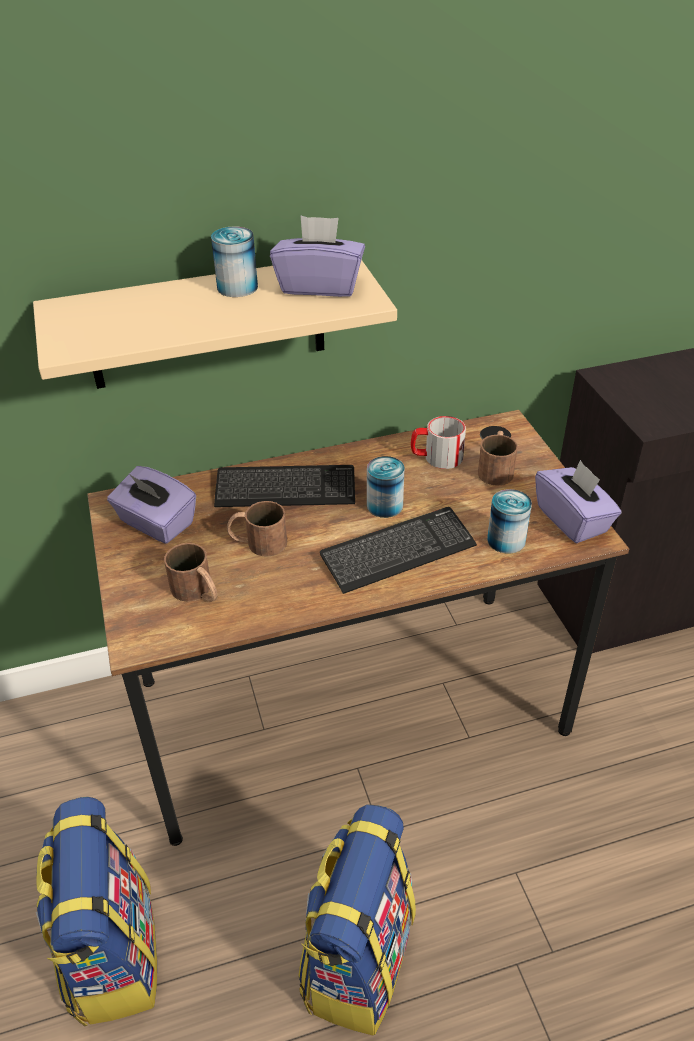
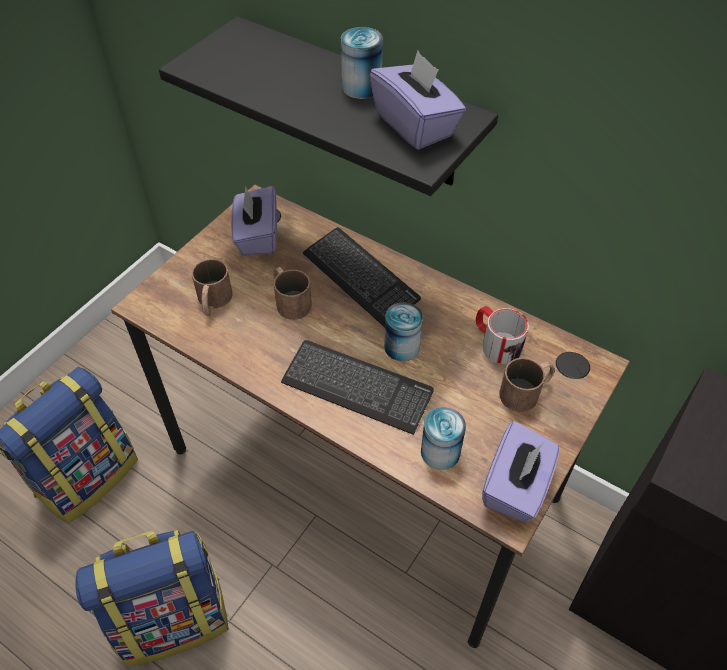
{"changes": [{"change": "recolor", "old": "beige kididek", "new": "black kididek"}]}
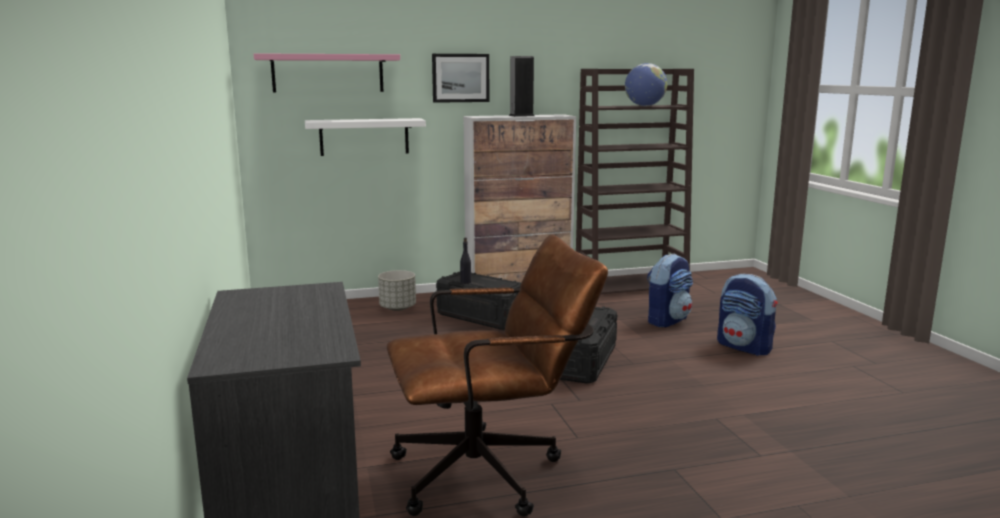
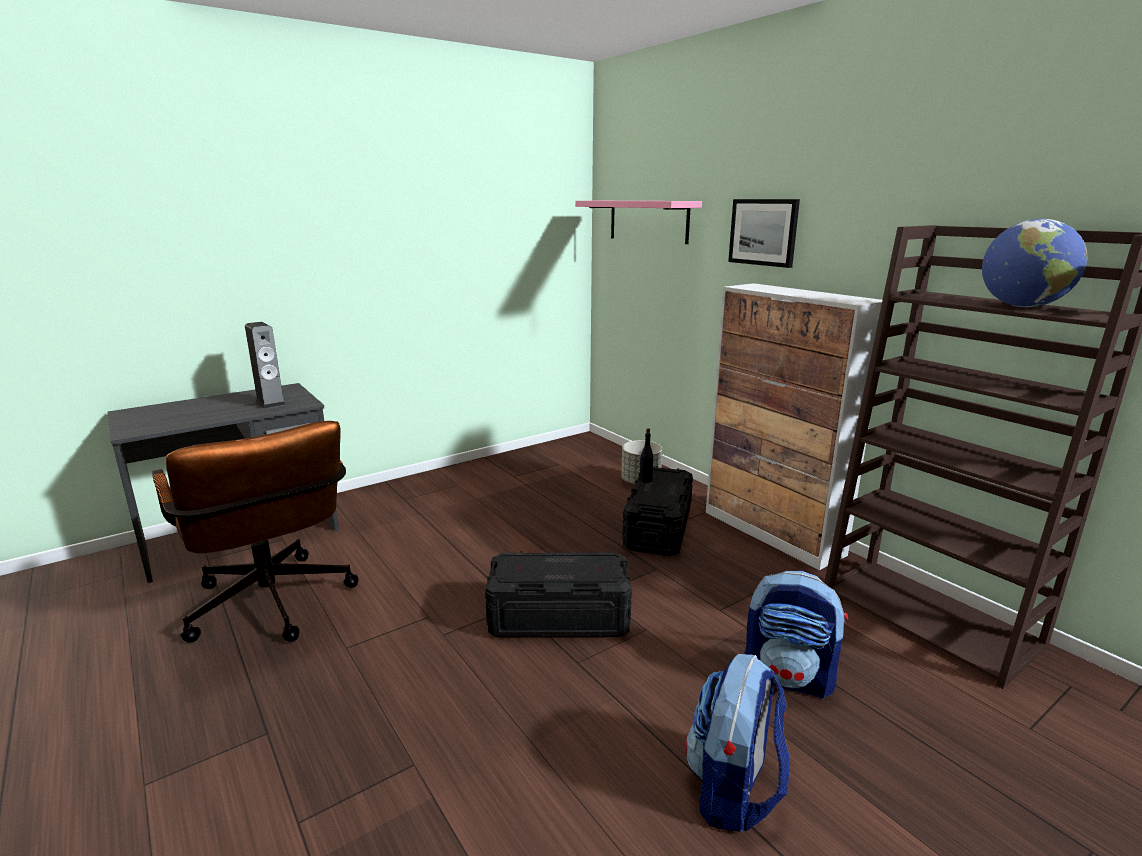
{"changes": [{"change": "delete", "old": "white kididek"}, {"change": "move", "old": "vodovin"}]}
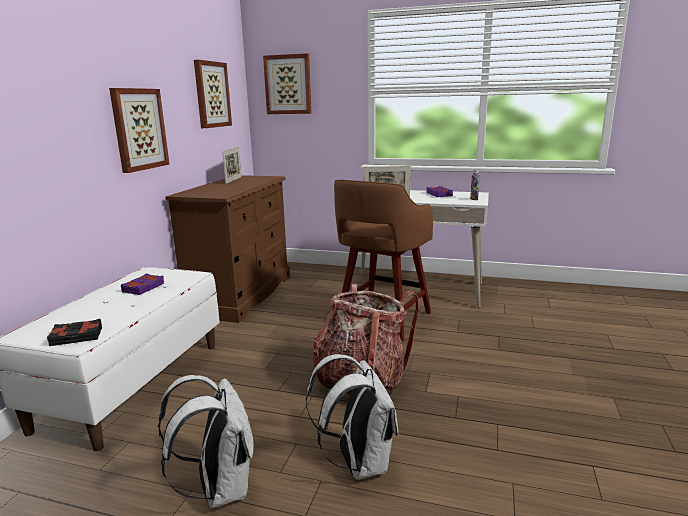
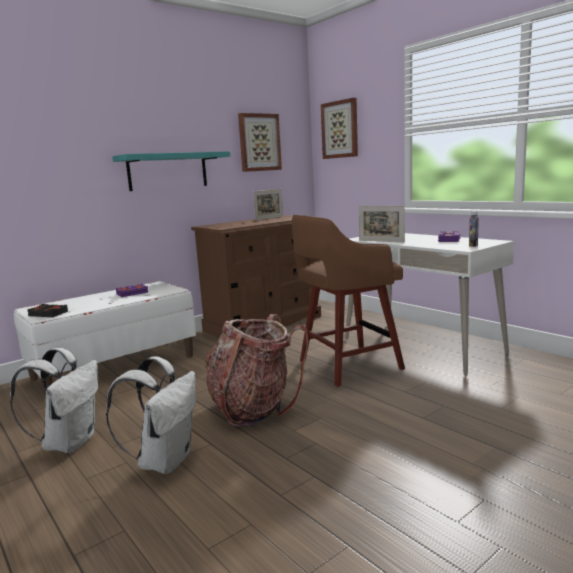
{"changes": [{"change": "replace", "old": "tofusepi (1st from left)", "new": "turquoise kididek"}]}
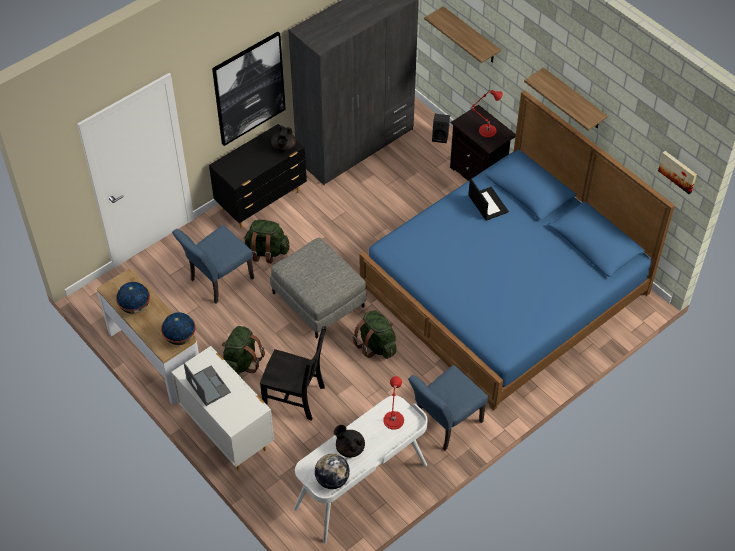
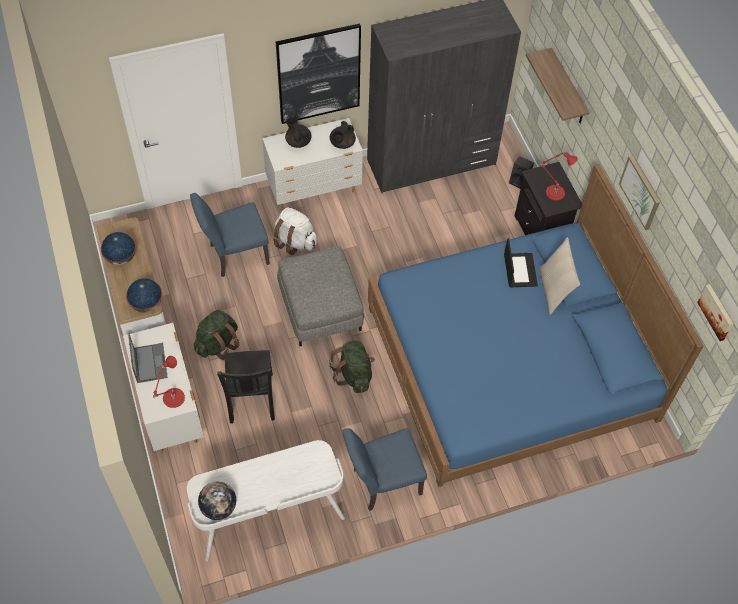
{"changes": [{"change": "recolor", "old": "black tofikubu", "new": "white tofikubu (2nd from left)"}, {"change": "recolor", "old": "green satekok (2nd from left)", "new": "white satekok"}, {"change": "rotate", "old": "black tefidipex", "degrees": 45}, {"change": "move", "old": "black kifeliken (2nd from left in the first image)", "new": "black kifeliken (1st from left)"}, {"change": "move", "old": "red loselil (1st from left)"}, {"change": "replace", "old": "kididek (2nd from left)", "new": "tofusepi (2nd from left)"}, {"change": "insert", "new": "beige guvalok"}]}
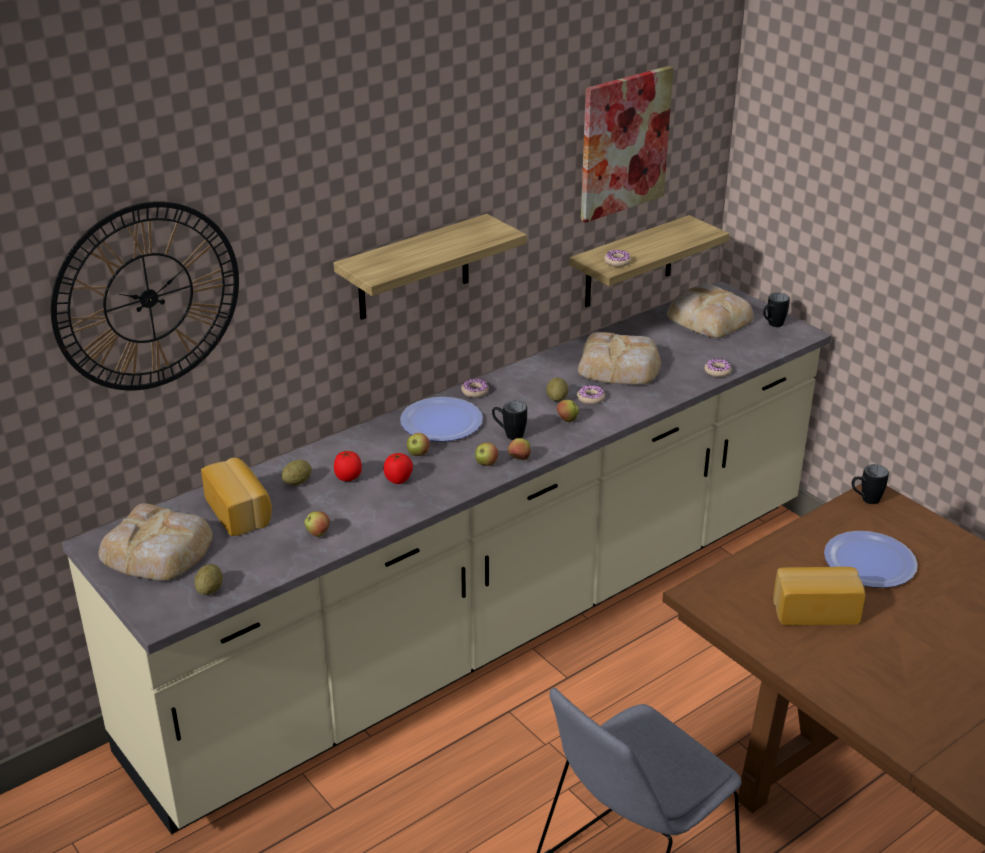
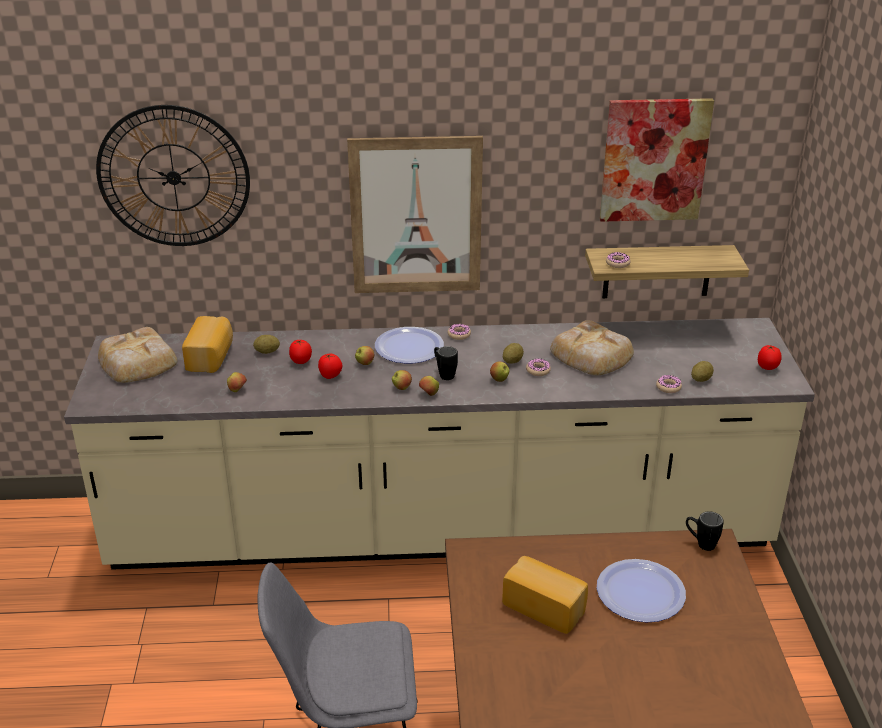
{"changes": [{"change": "move", "old": "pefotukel (1st from left in the first image)", "new": "pefotukel (3rd from left)"}, {"change": "replace", "old": "kididek (1st from left)", "new": "tofusepi (1st from left)"}, {"change": "delete", "old": "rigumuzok (4th from left)"}, {"change": "replace", "old": "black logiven (2nd from left)", "new": "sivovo (3rd from left)"}]}
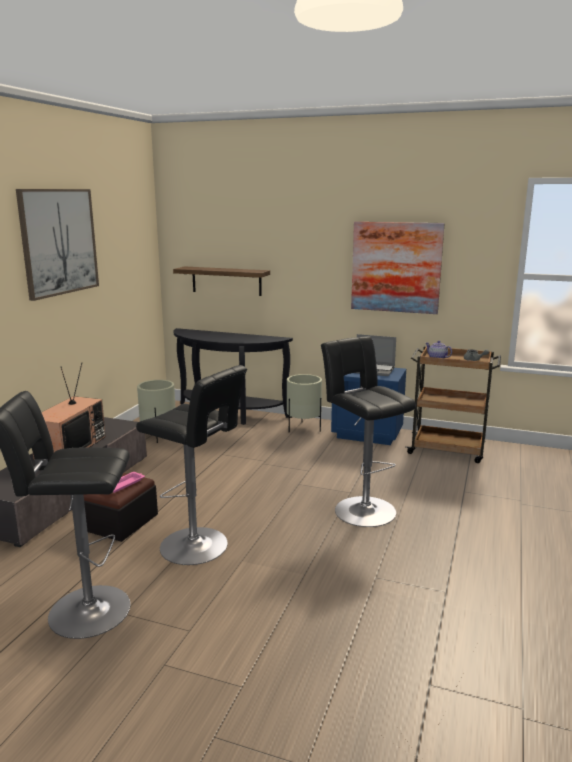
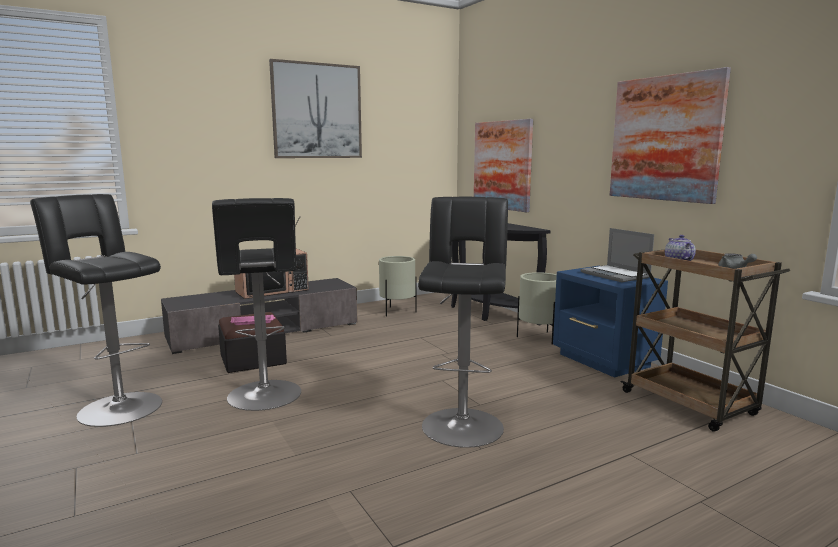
{"changes": [{"change": "replace", "old": "kididek", "new": "tofusepi (2nd from left)"}]}
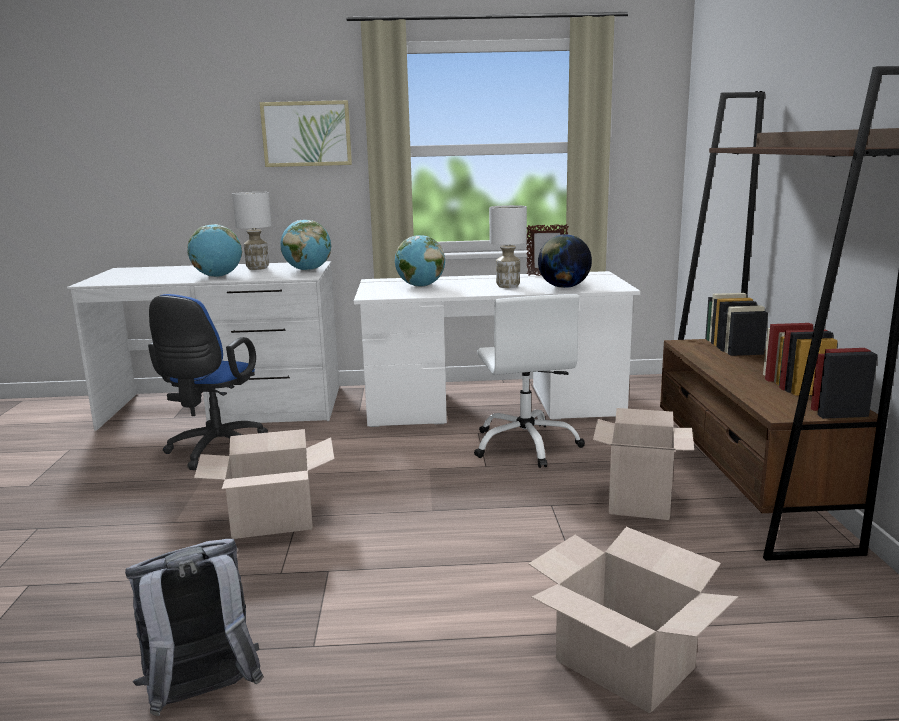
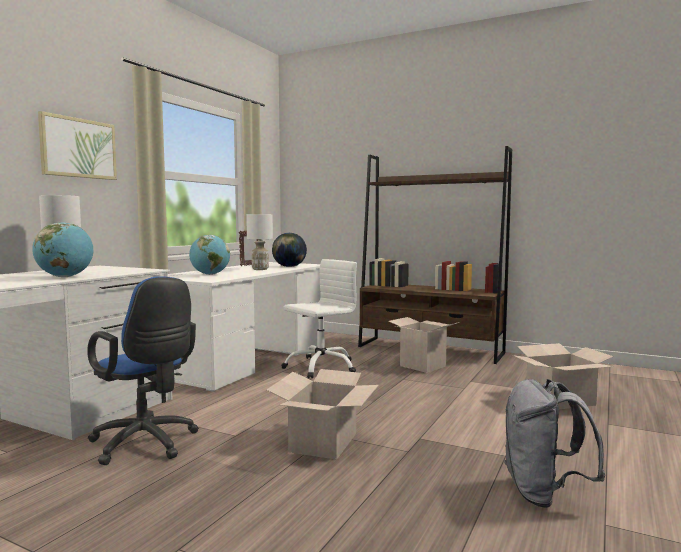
{"changes": [{"change": "delete", "old": "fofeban (2nd from left)"}, {"change": "rotate", "old": "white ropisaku", "degrees": -60}]}
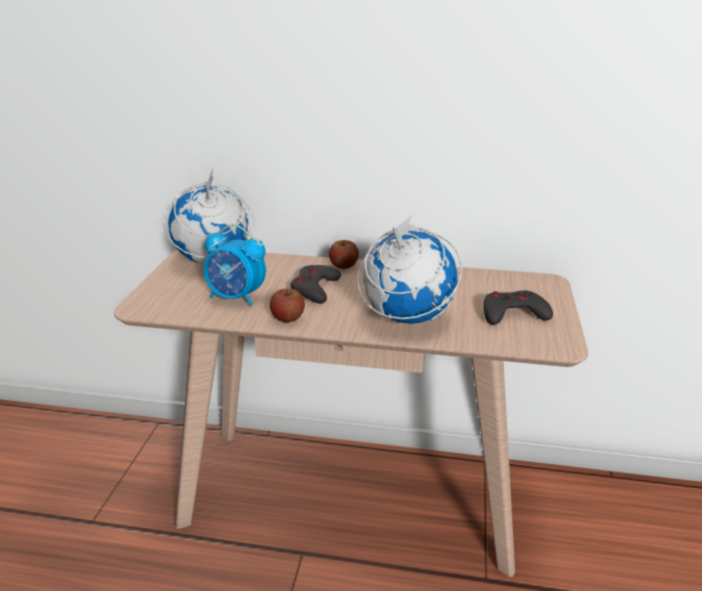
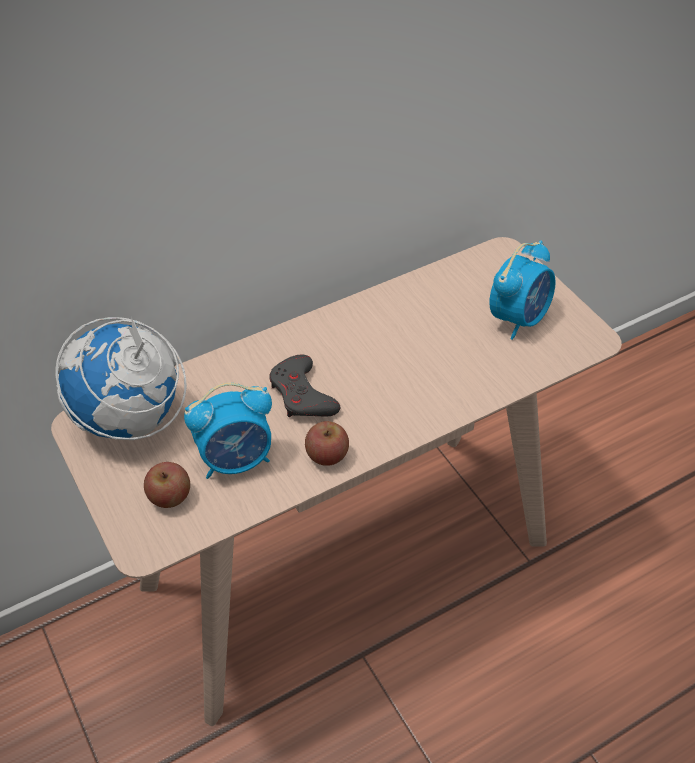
{"changes": [{"change": "move", "old": "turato (2nd from left in the first image)", "new": "turato (1st from left)"}, {"change": "delete", "old": "fofeban (2nd from left)"}, {"change": "replace", "old": "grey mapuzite (2nd from left)", "new": "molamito (2nd from left)"}]}
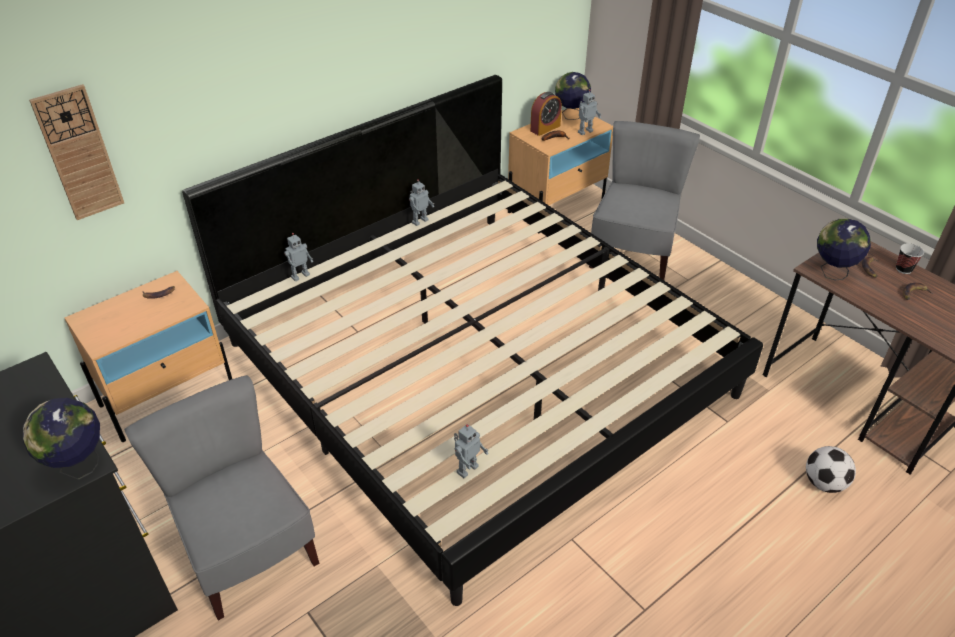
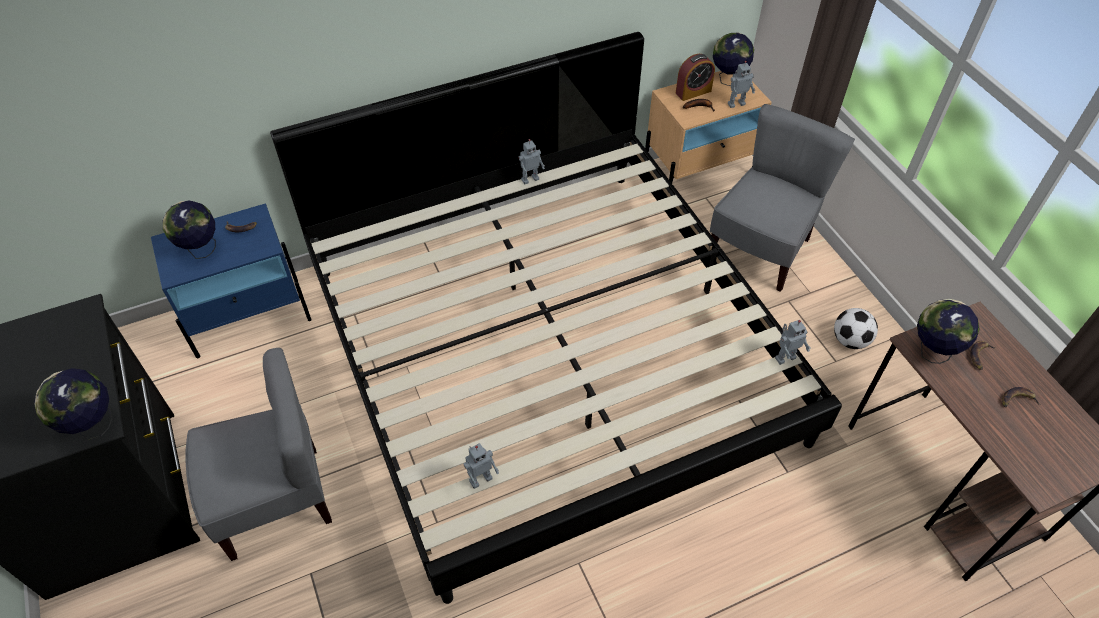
{"changes": [{"change": "delete", "old": "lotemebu"}, {"change": "recolor", "old": "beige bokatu (1st from left)", "new": "blue bokatu"}, {"change": "rotate", "old": "grey tefidipex (1st from left)", "degrees": 90}, {"change": "move", "old": "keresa (1st from left in the first image)", "new": "keresa (4th from left)"}, {"change": "move", "old": "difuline"}, {"change": "delete", "old": "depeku"}, {"change": "insert", "new": "fofeban (2nd from left)"}]}
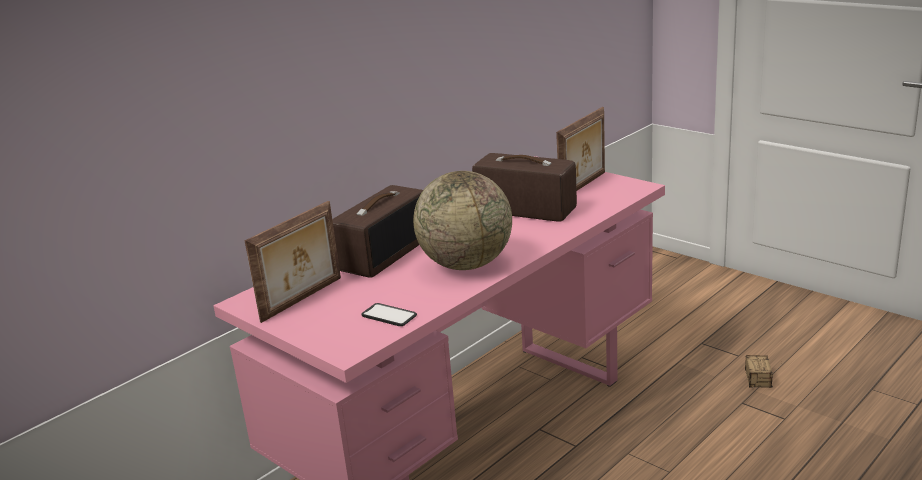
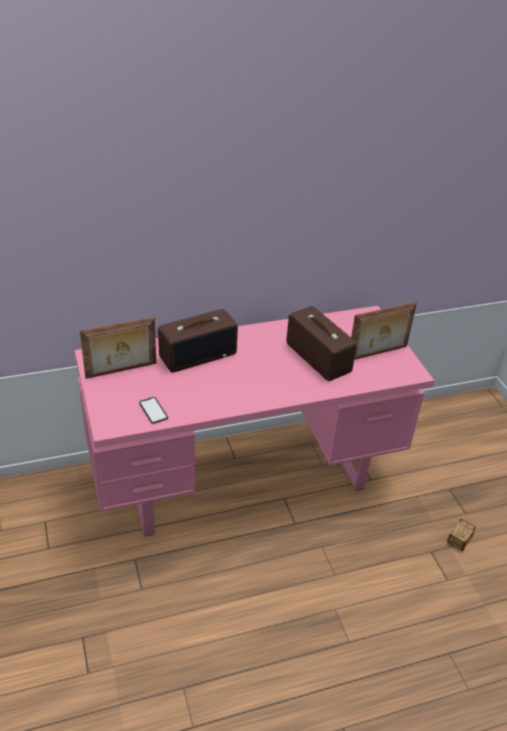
{"changes": [{"change": "delete", "old": "fofeban"}]}
